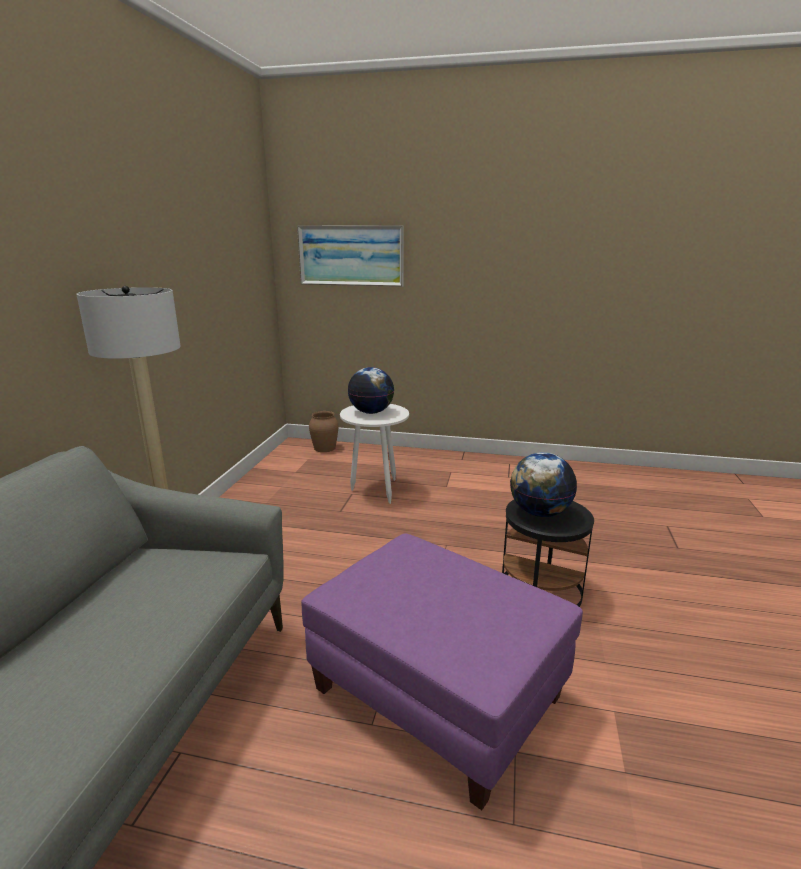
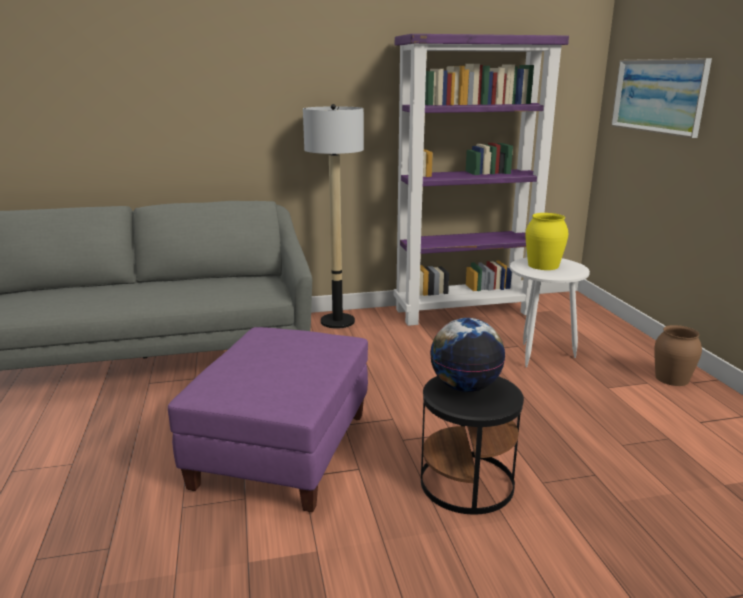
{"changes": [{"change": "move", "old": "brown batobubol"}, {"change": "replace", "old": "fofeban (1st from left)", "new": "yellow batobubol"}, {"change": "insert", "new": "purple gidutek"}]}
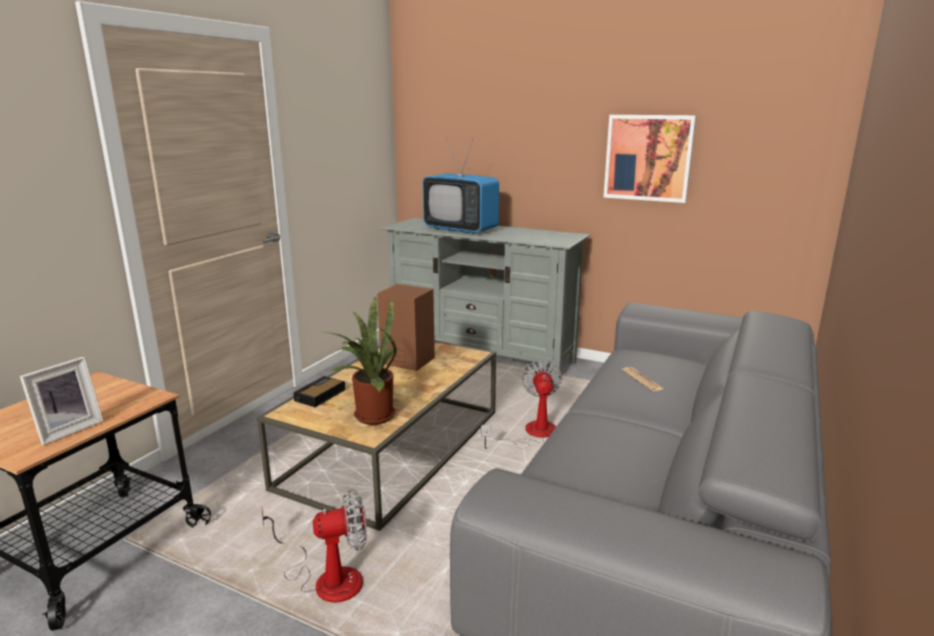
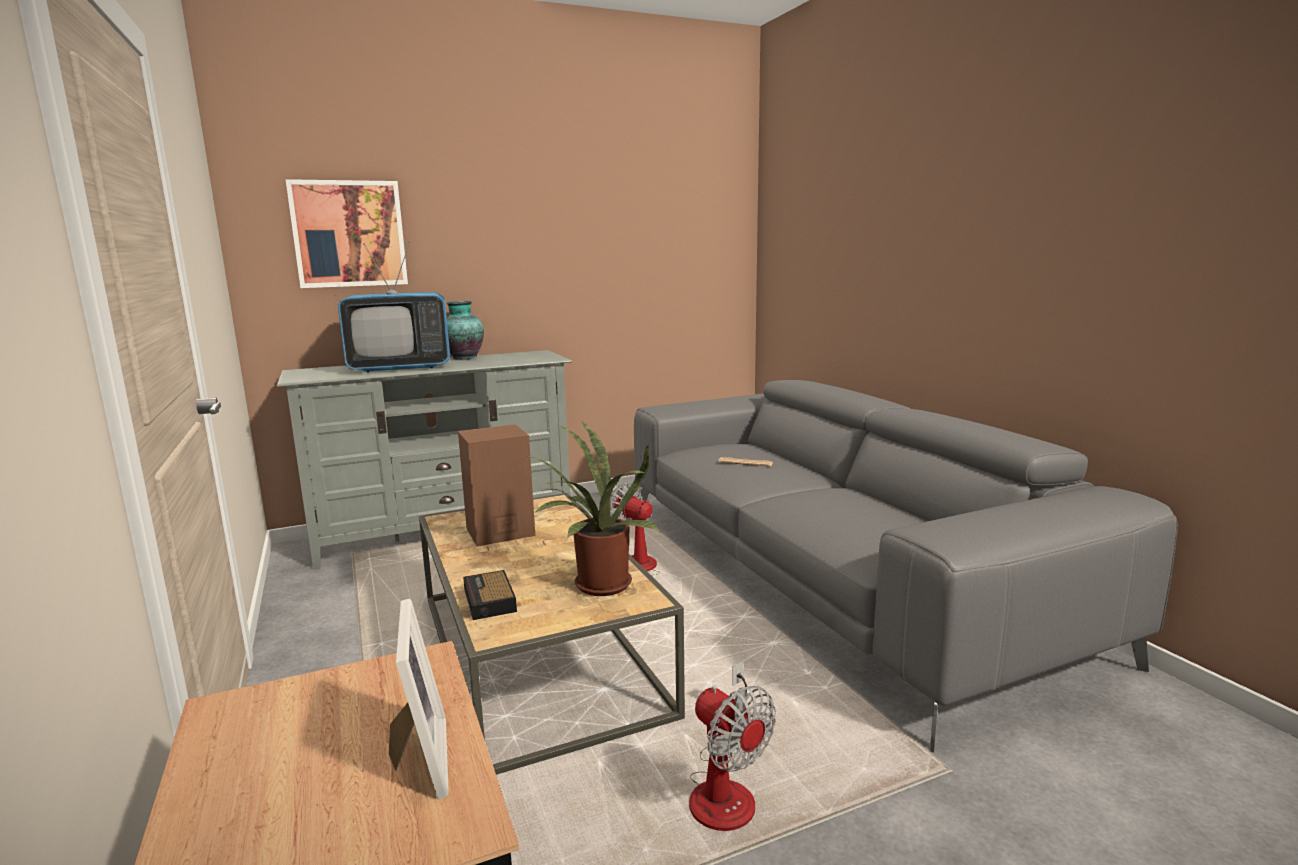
{"changes": [{"change": "rotate", "old": "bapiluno (1st from left in the first image)", "degrees": 120}, {"change": "move", "old": "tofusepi"}, {"change": "insert", "new": "batobubol"}]}
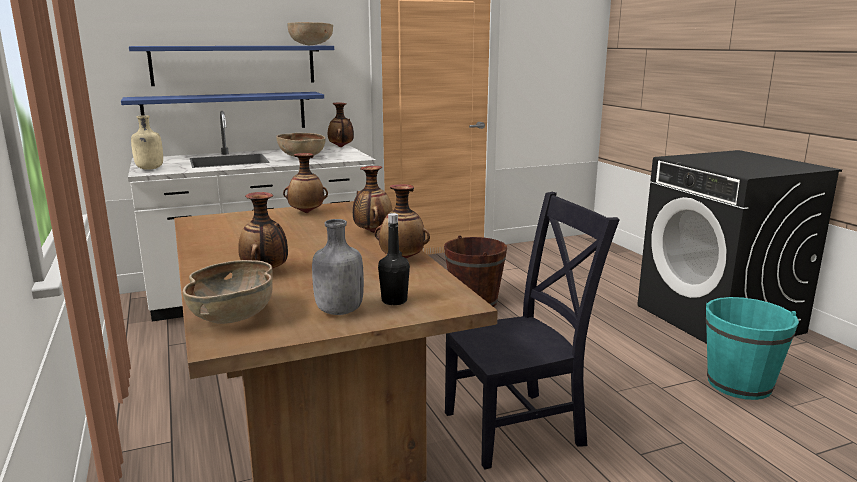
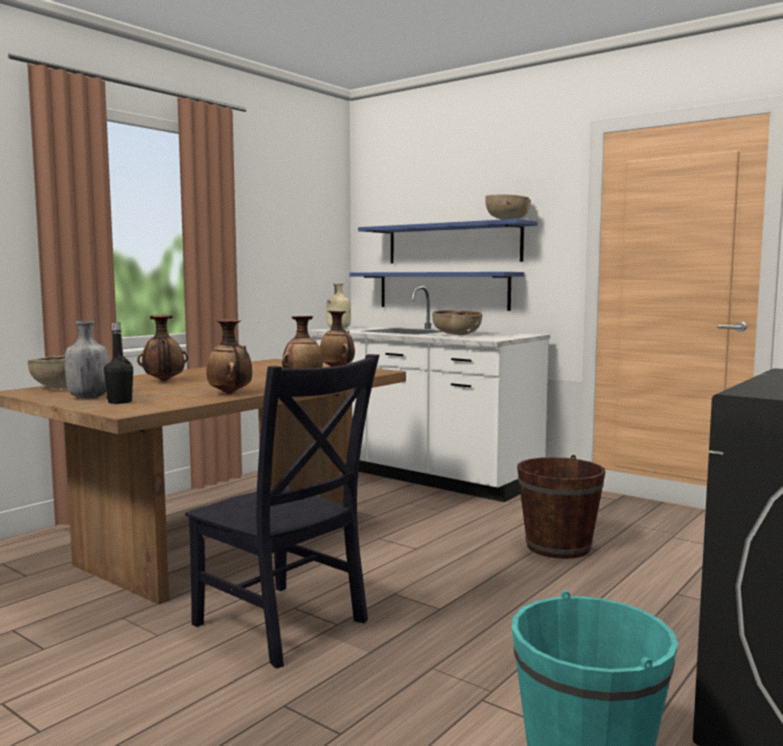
{"changes": [{"change": "delete", "old": "batobubol (3rd from left)"}]}
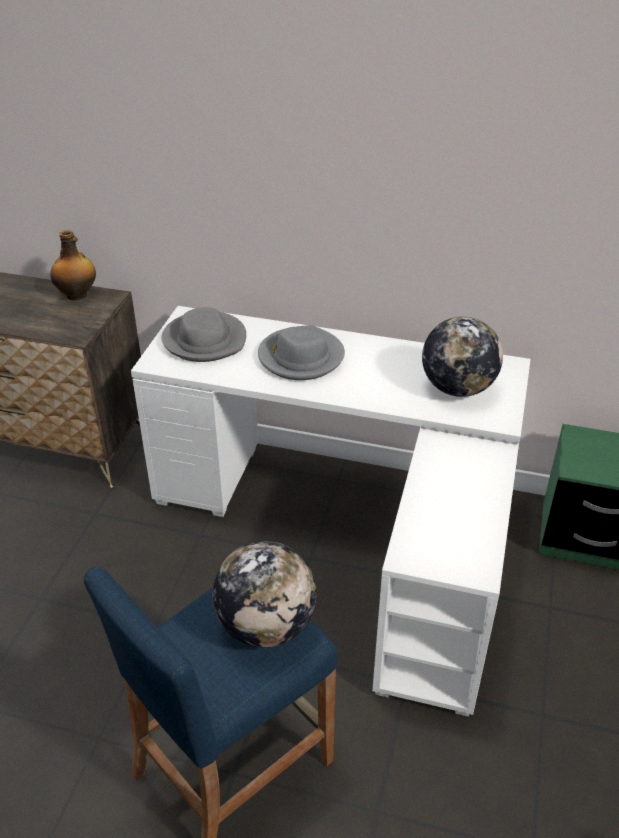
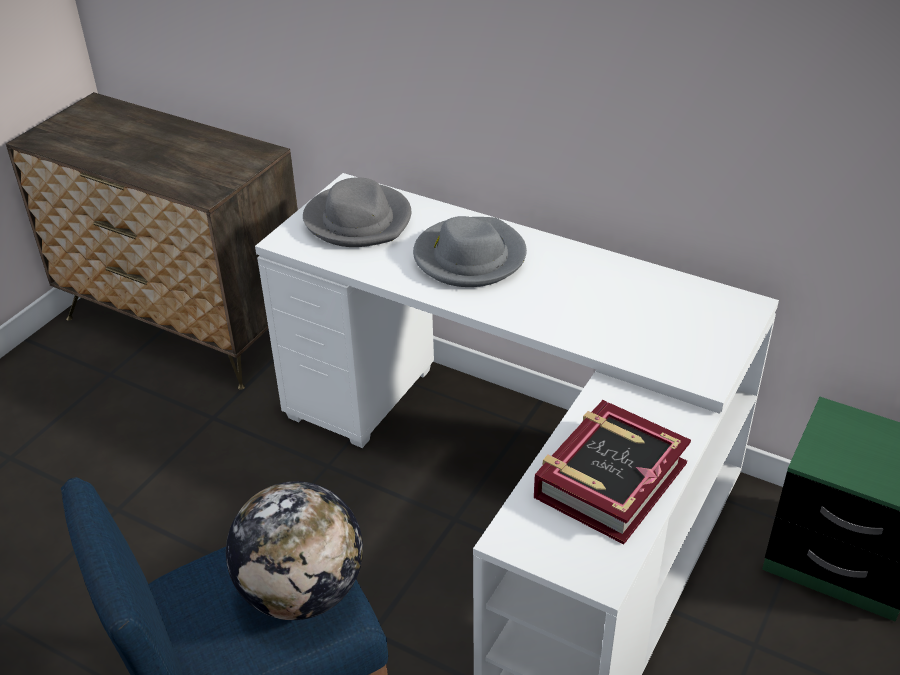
{"changes": [{"change": "delete", "old": "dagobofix"}, {"change": "delete", "old": "fofeban (2nd from left)"}, {"change": "insert", "new": "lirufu"}]}
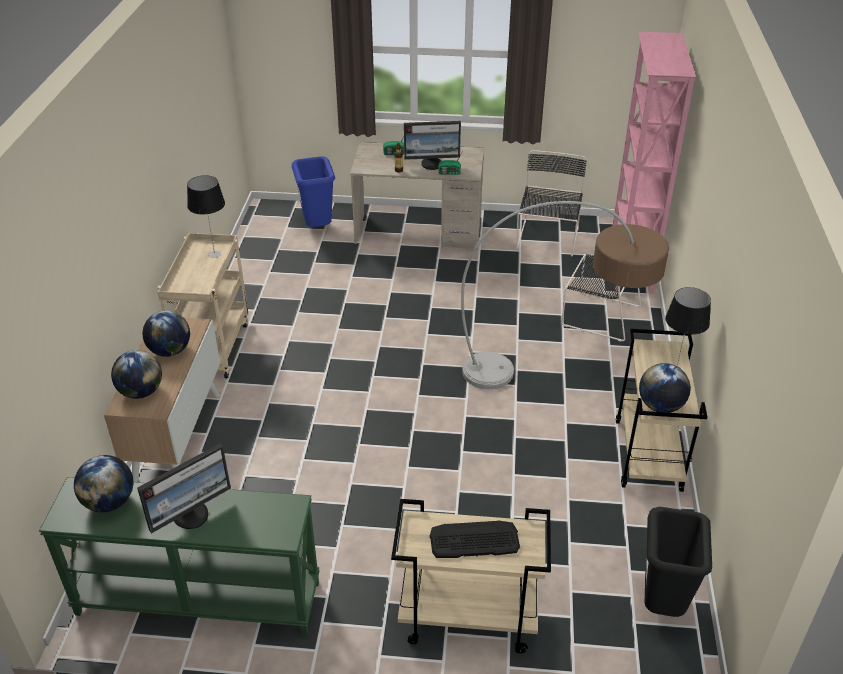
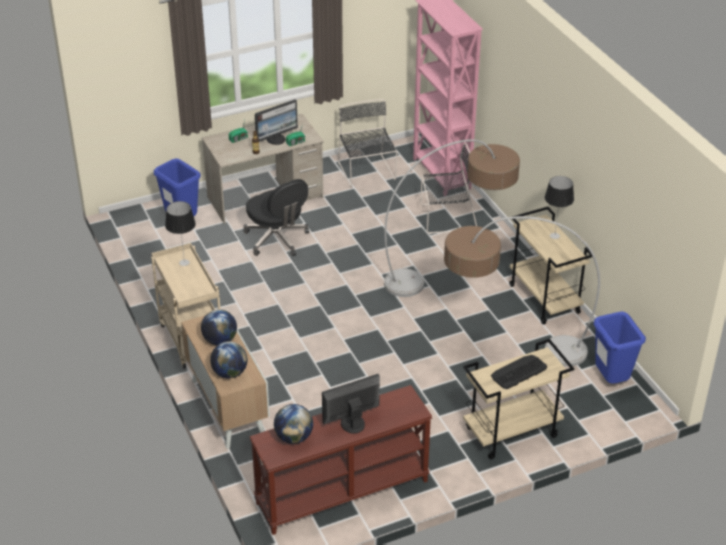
{"changes": [{"change": "recolor", "old": "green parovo", "new": "brown parovo"}, {"change": "rotate", "old": "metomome (1st from left in the first image)", "degrees": -135}, {"change": "delete", "old": "fofeban (4th from left)"}, {"change": "recolor", "old": "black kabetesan", "new": "blue kabetesan (2nd from left)"}, {"change": "insert", "new": "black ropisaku"}, {"change": "insert", "new": "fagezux (2nd from left)"}]}
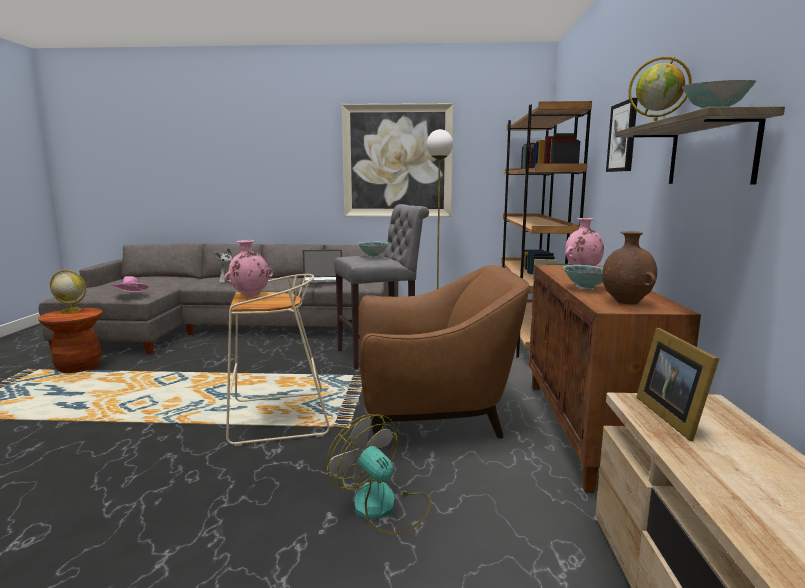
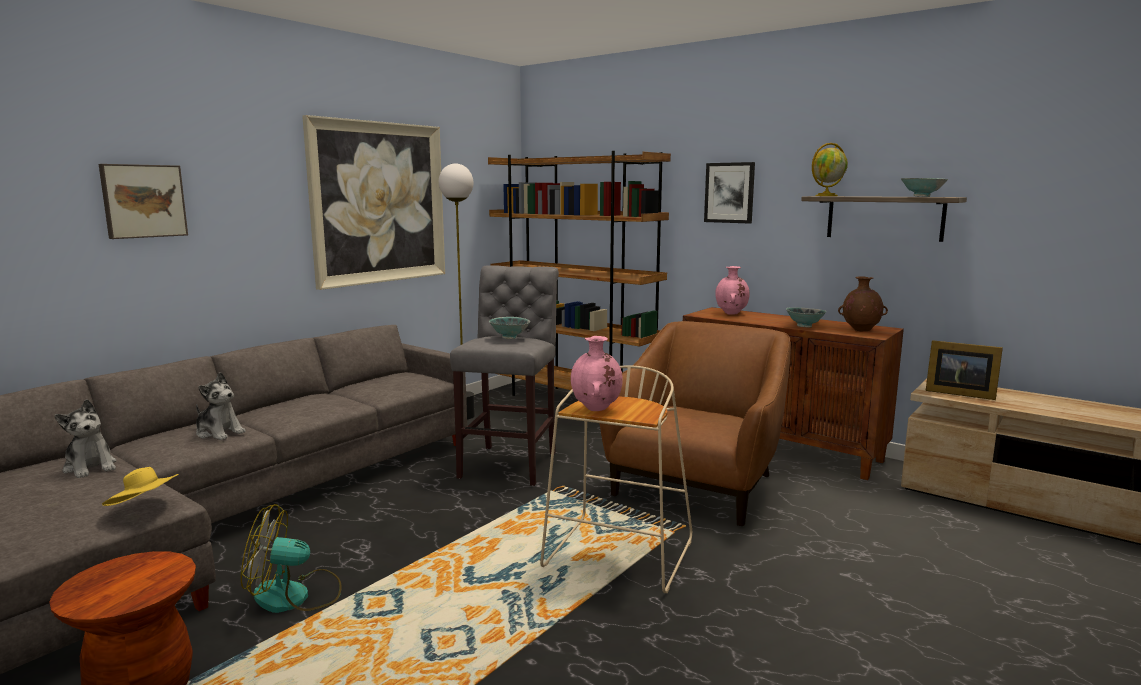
{"changes": [{"change": "delete", "old": "fofeban (1st from left)"}, {"change": "recolor", "old": "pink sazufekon", "new": "yellow sazufekon"}, {"change": "delete", "old": "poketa"}, {"change": "move", "old": "bapiluno"}, {"change": "insert", "new": "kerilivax (1st from left)"}, {"change": "insert", "new": "tofusepi (1st from left)"}]}
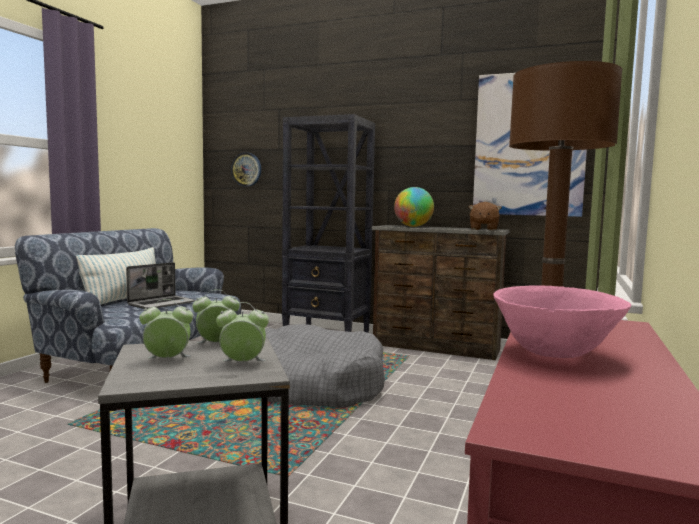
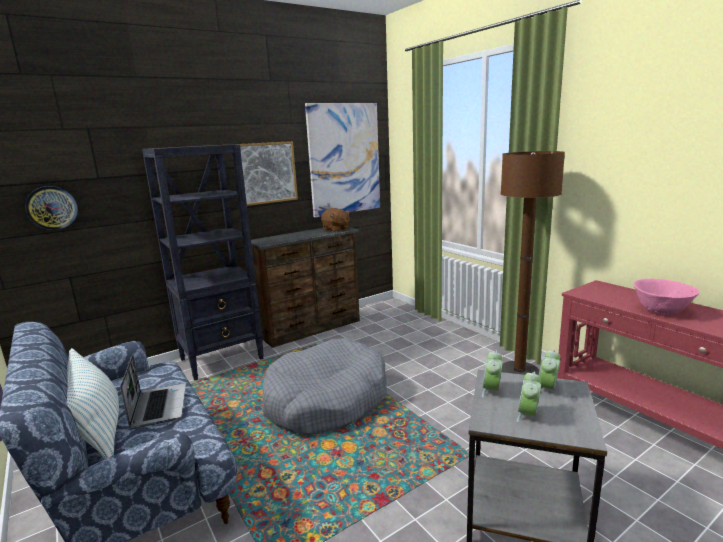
{"changes": [{"change": "delete", "old": "fofeban"}, {"change": "insert", "new": "tofusepi (1st from left)"}]}
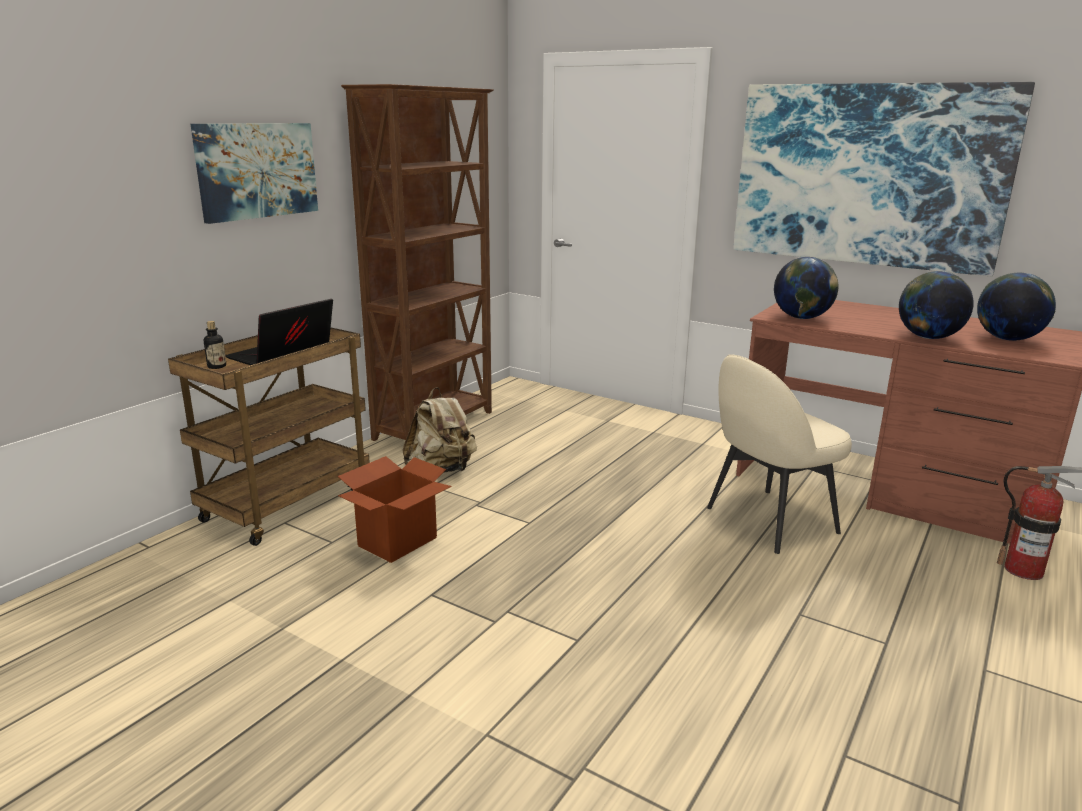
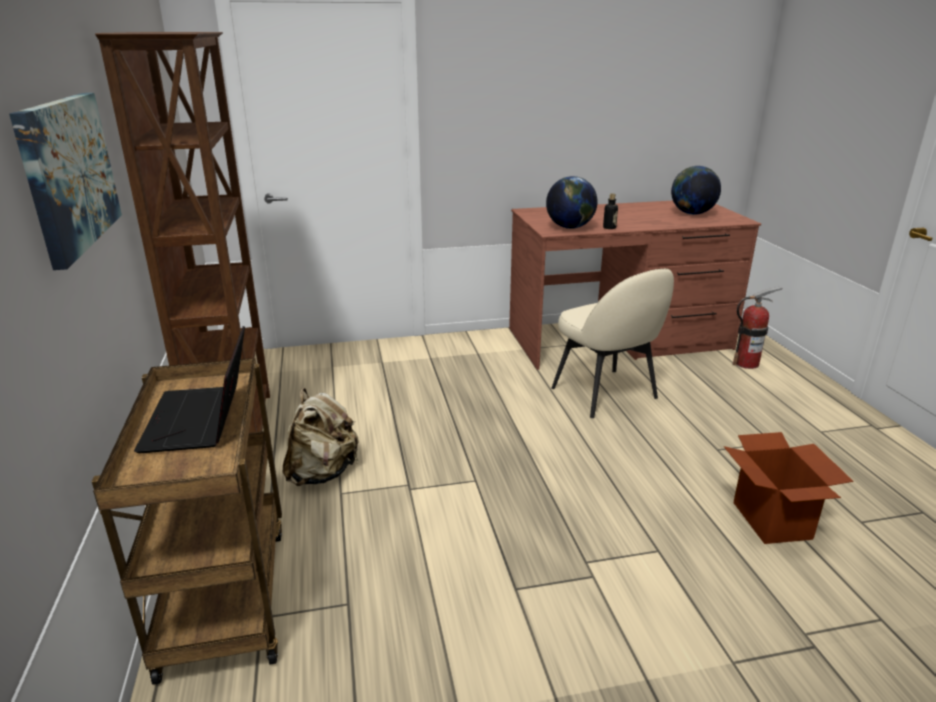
{"changes": [{"change": "move", "old": "dagobofix"}, {"change": "move", "old": "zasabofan"}, {"change": "rotate", "old": "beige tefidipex", "degrees": -45}, {"change": "delete", "old": "tofusepi (2nd from left)"}, {"change": "delete", "old": "fofeban (2nd from left)"}]}
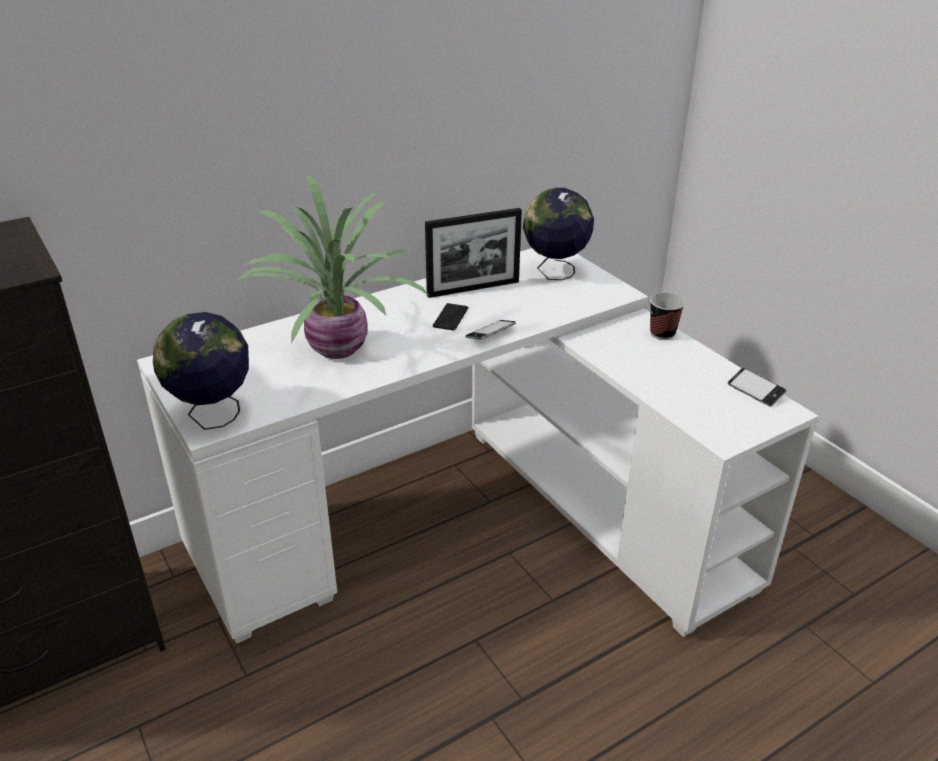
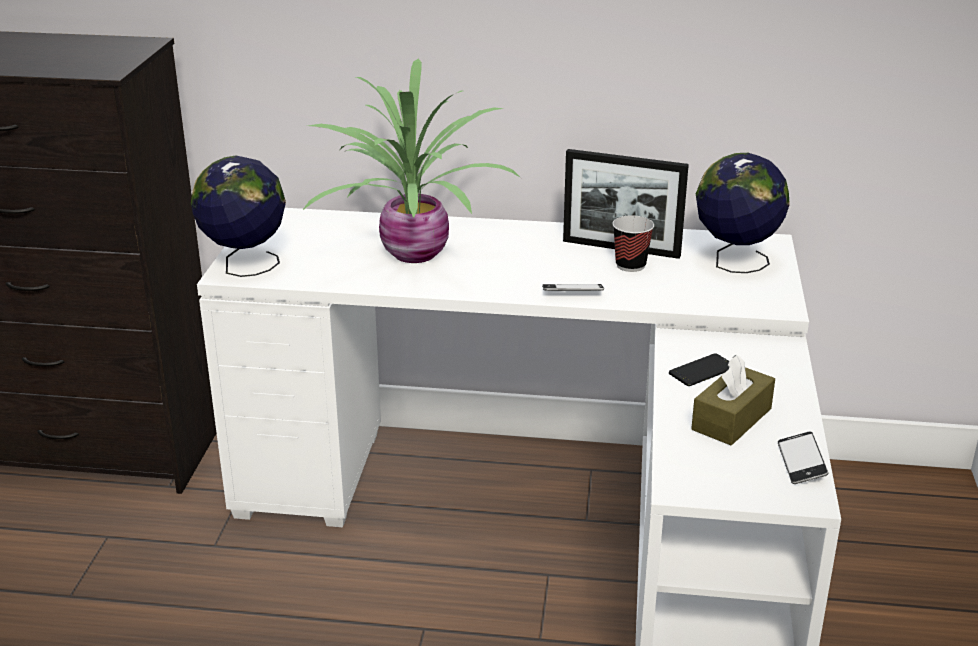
{"changes": [{"change": "move", "old": "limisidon (1st from left in the first image)", "new": "limisidon (2nd from left)"}, {"change": "move", "old": "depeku"}, {"change": "insert", "new": "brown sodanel"}]}
